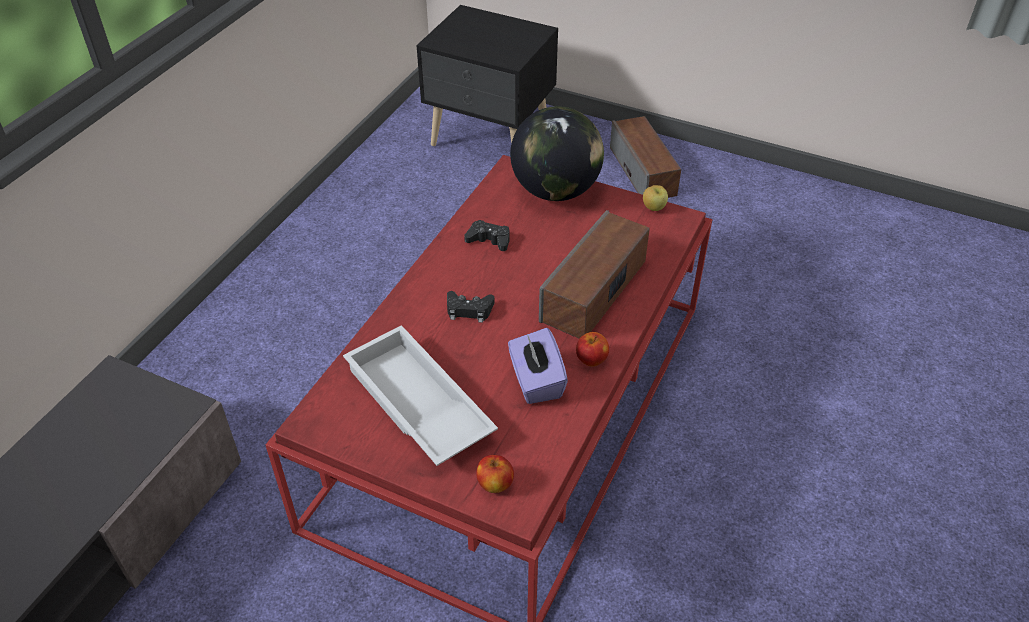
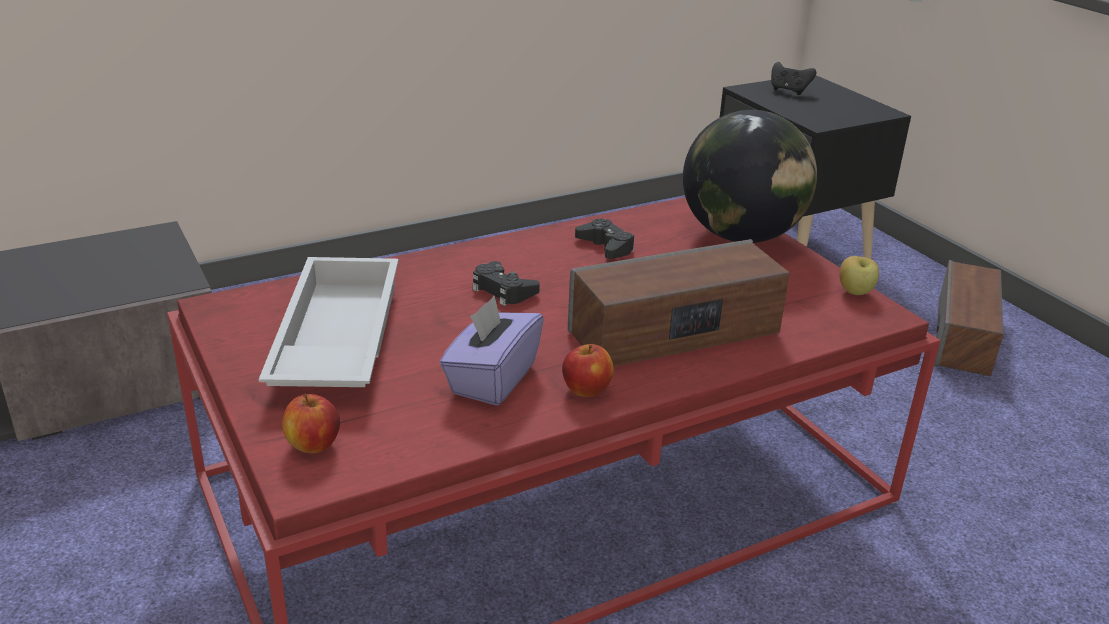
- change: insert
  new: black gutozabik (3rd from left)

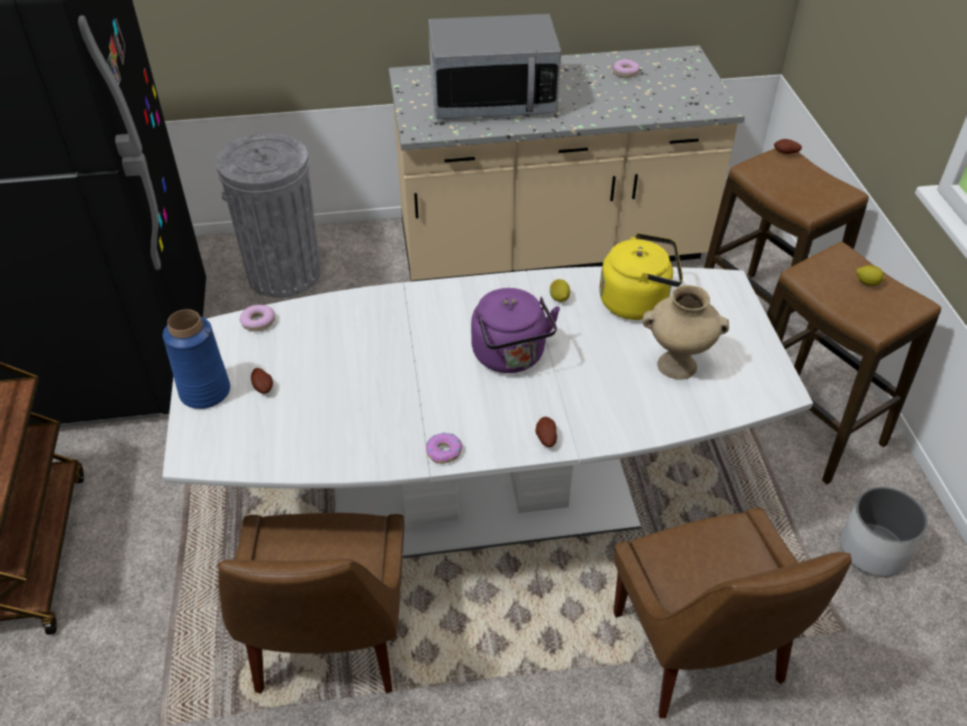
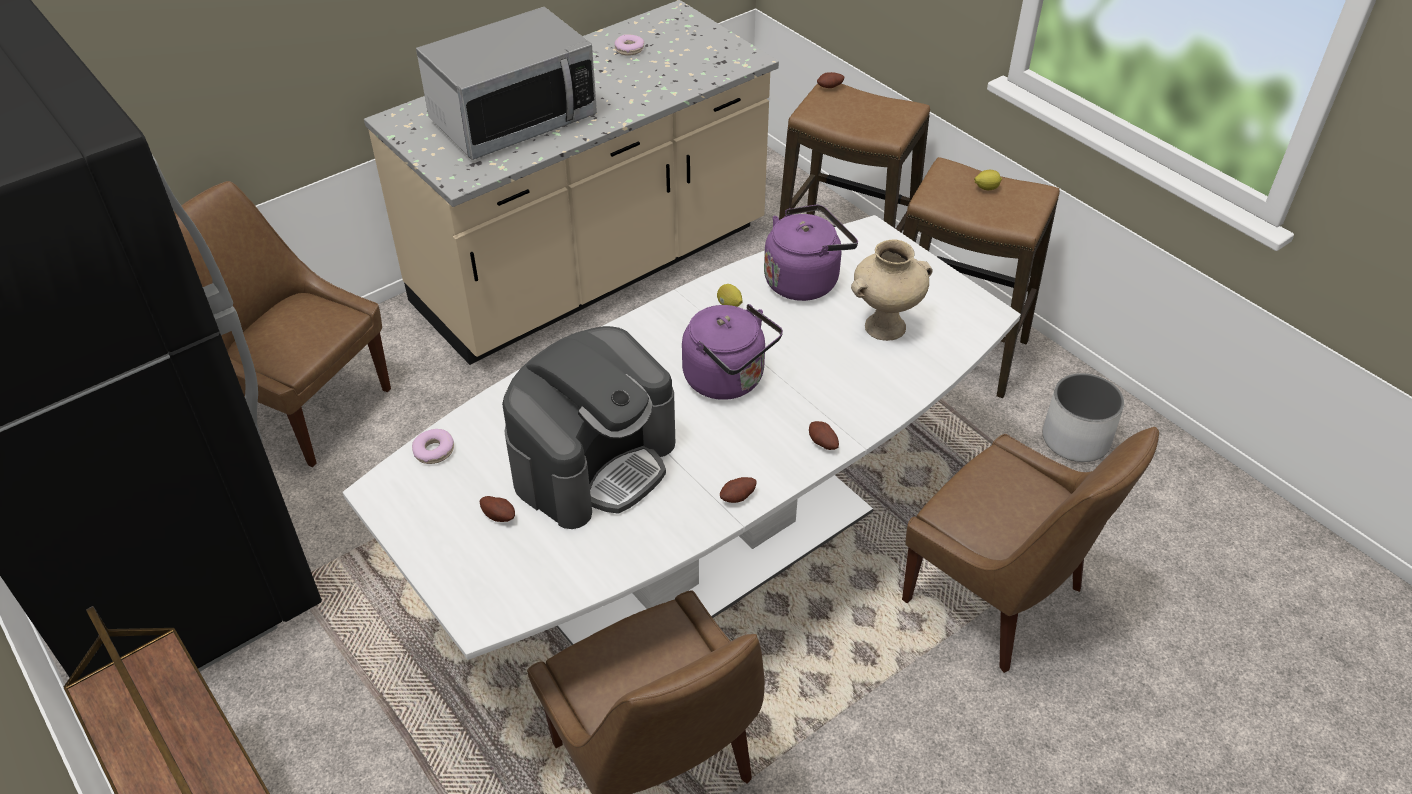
- change: replace
  old: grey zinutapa
  new: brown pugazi (1st from left)
- change: insert
  new: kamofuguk
- change: replace
  old: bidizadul (2nd from left)
  new: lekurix (2nd from left)
- change: recolor
  old: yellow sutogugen
  new: purple sutogugen (2nd from left)
- change: delete
  old: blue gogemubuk

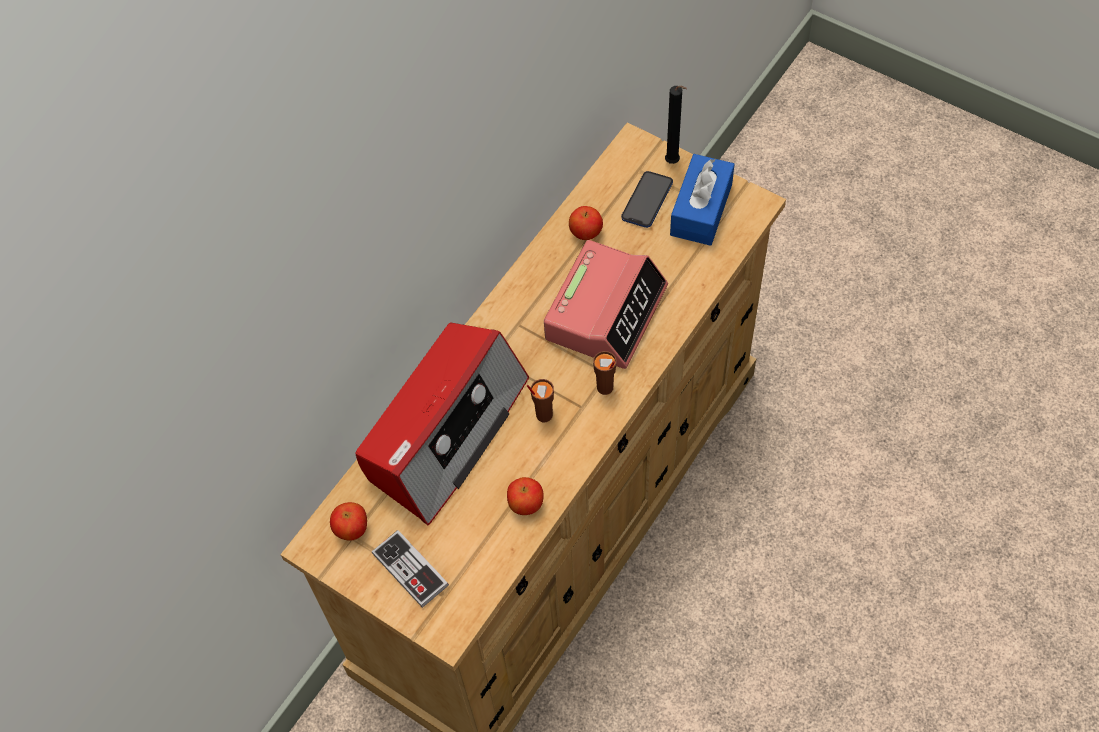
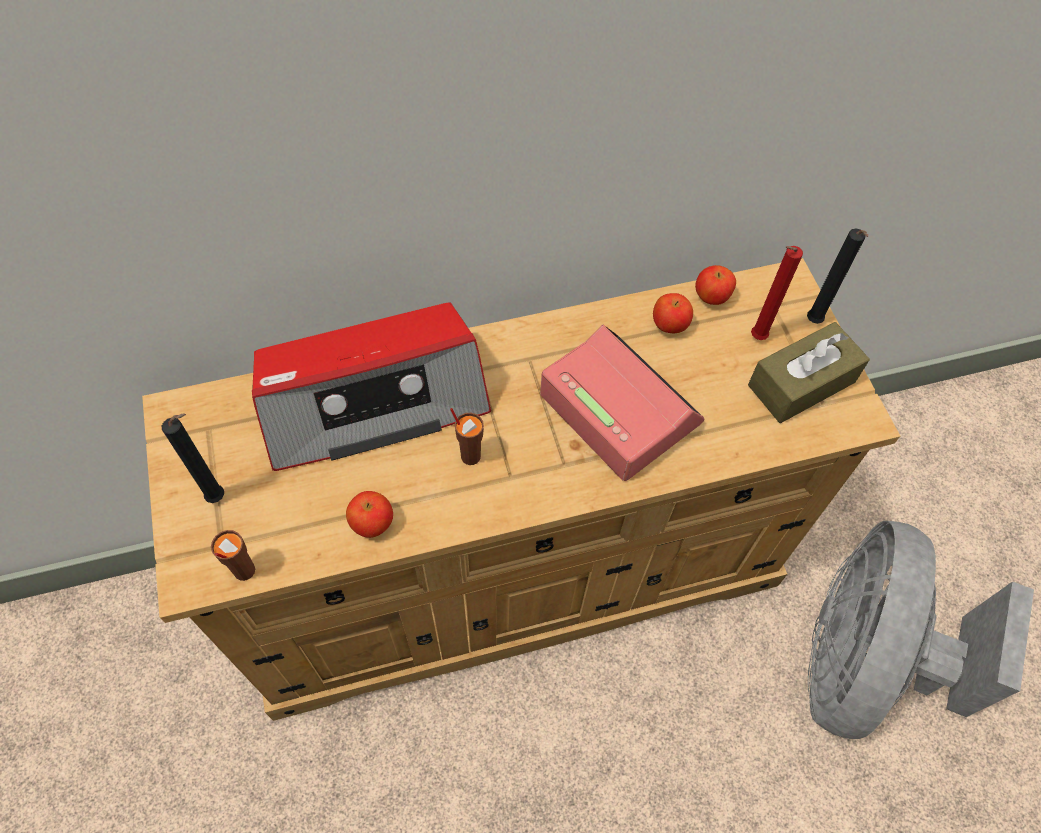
- change: replace
  old: gutozabik
  new: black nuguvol (1st from left)
- change: move
  old: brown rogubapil (2nd from left in the first image)
  new: brown rogubapil (1st from left)
- change: rotate
  old: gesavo
  degrees: -105
- change: move
  old: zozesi (1st from left in the first image)
  new: zozesi (3rd from left)
- change: recolor
  old: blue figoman
  new: brown figoman
- change: replace
  old: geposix
  new: red nuguvol
- change: insert
  new: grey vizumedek

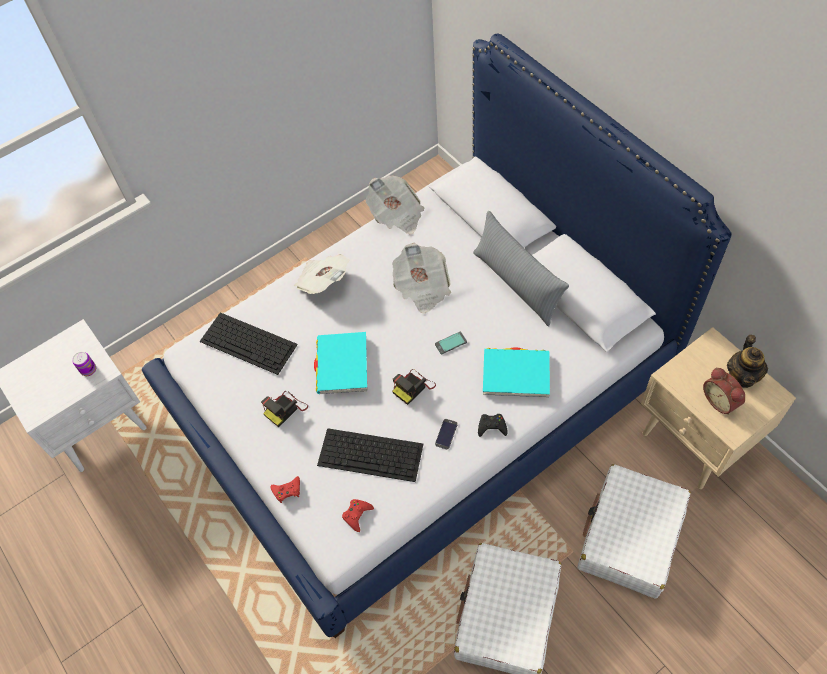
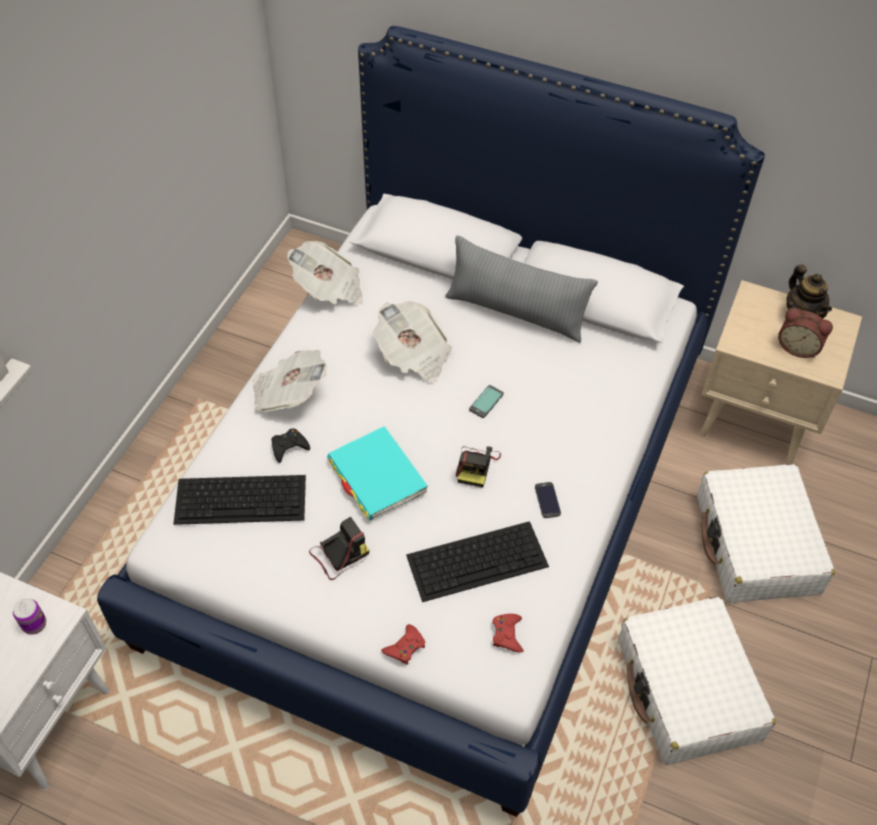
- change: move
  old: black gutozabik
- change: rotate
  old: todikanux (1st from left)
  degrees: -135
- change: delete
  old: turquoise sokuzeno (2nd from left)

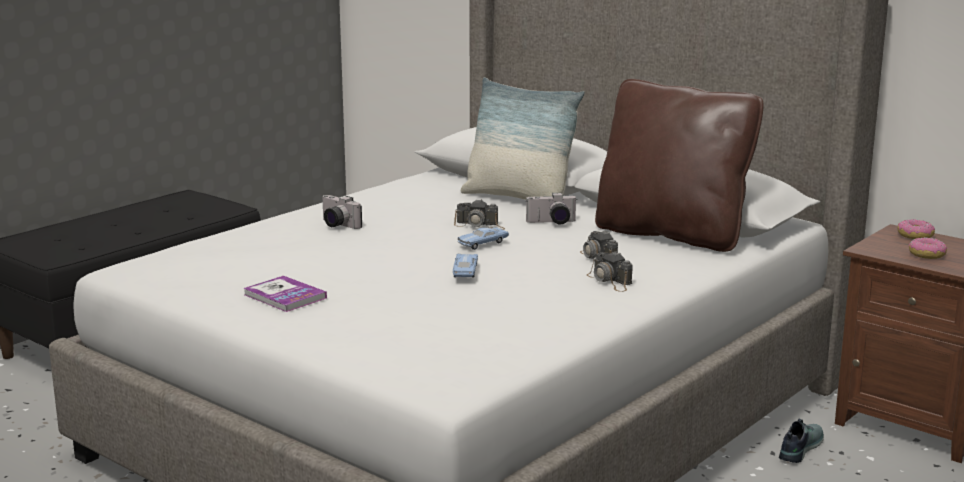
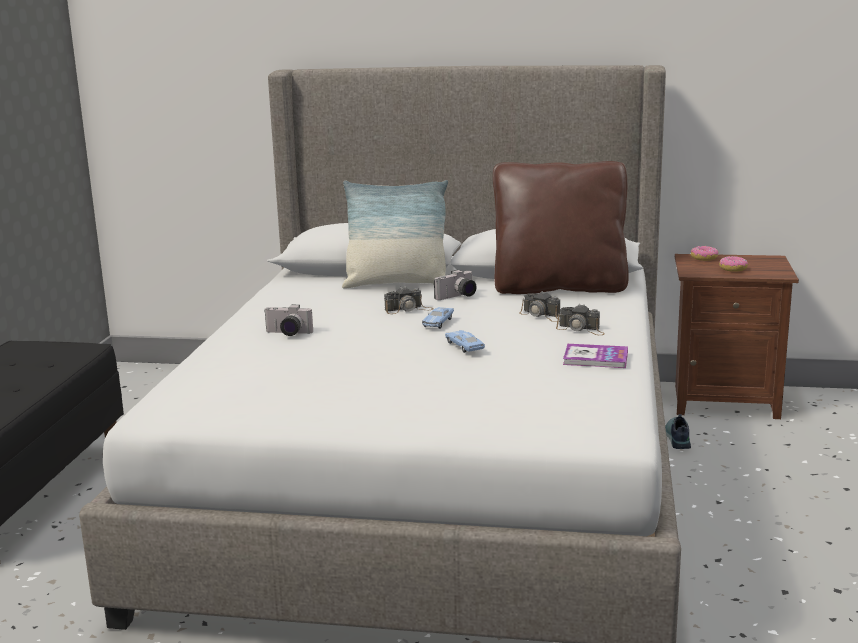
- change: move
  old: sokuzeno

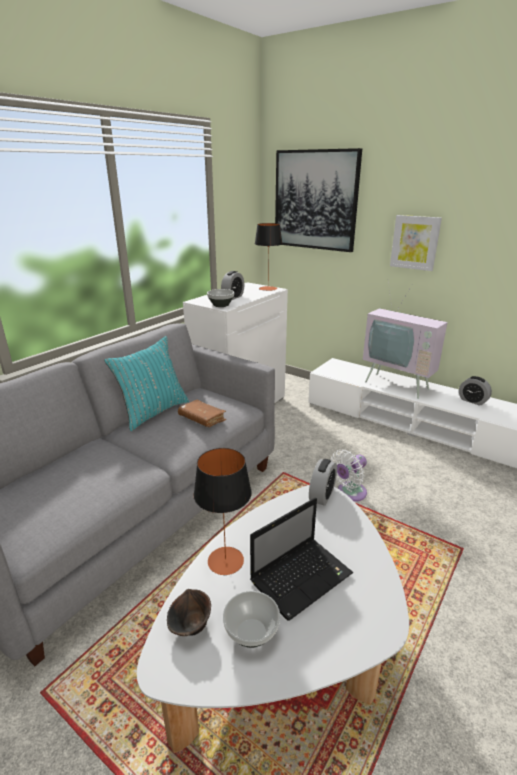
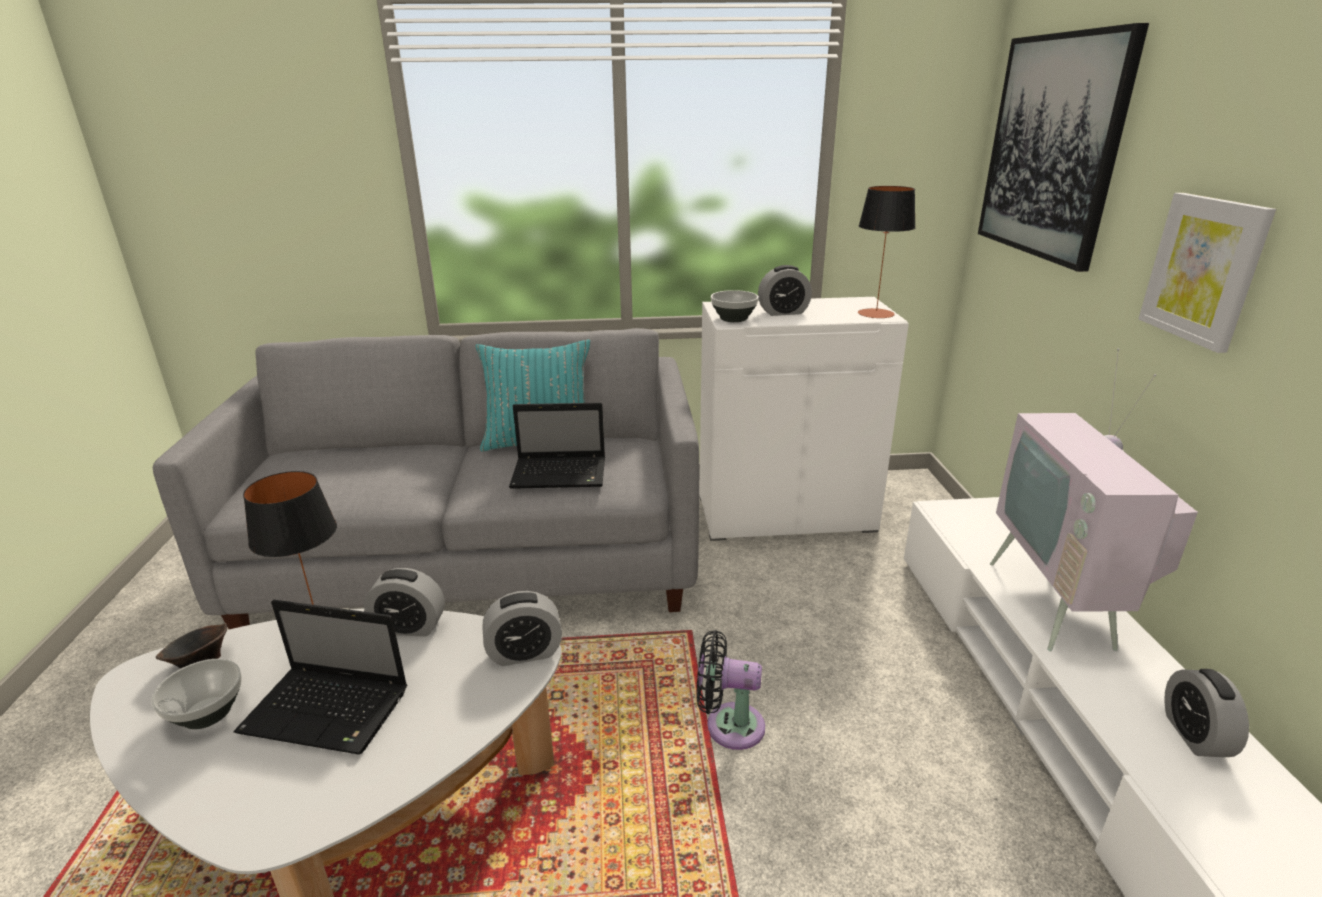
- change: insert
  new: gesavo (1st from left)
- change: replace
  old: brown sokuzeno
  new: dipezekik (2nd from left)
- change: recolor
  old: white vizumedek
  new: black vizumedek

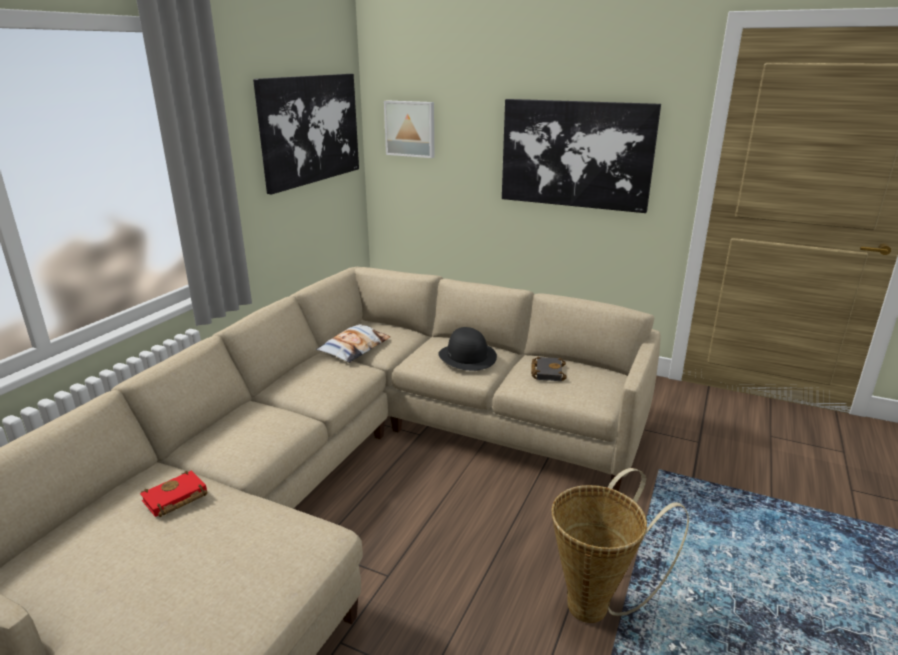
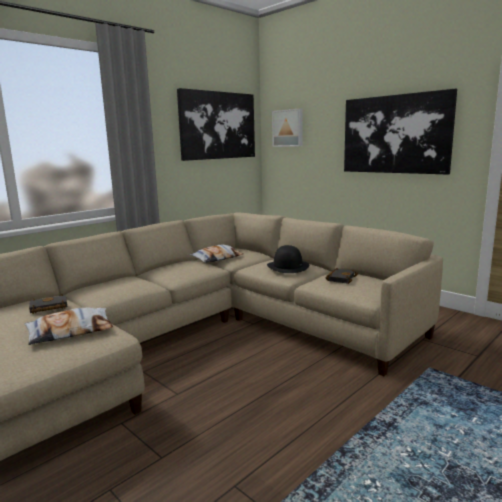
- change: insert
  new: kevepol (1st from left)
- change: recolor
  old: red sokuzeno
  new: black sokuzeno (1st from left)
- change: delete
  old: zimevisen

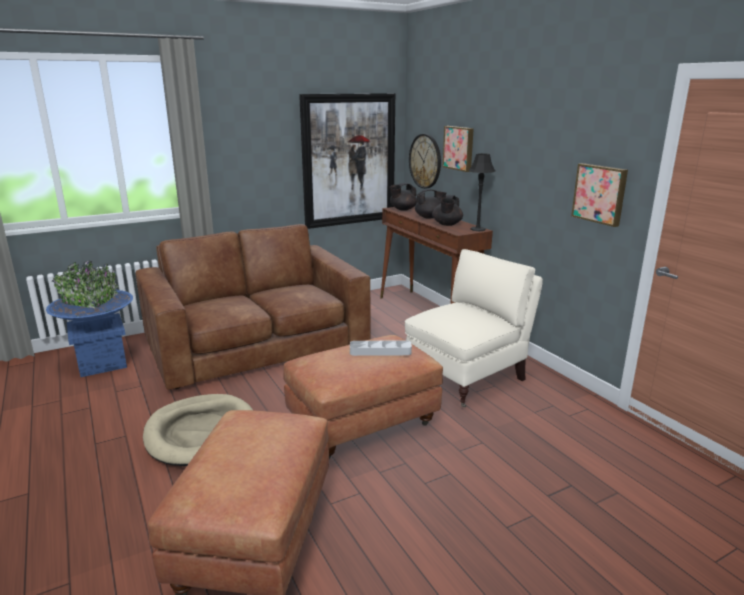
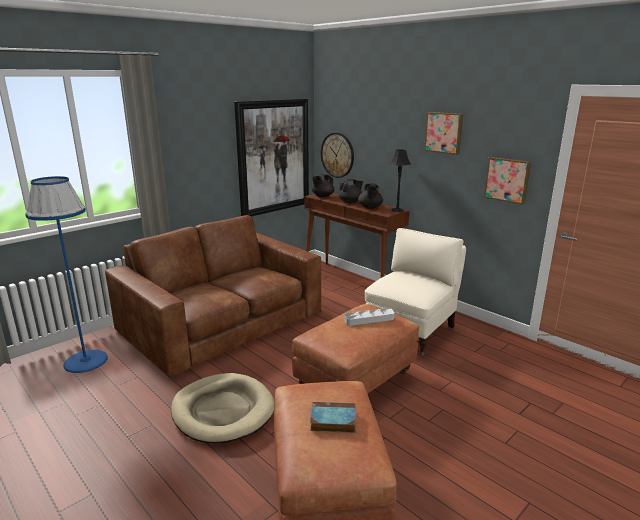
- change: replace
  old: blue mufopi
  new: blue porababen
- change: insert
  new: sokuzeno
- change: move
  old: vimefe (2nd from left)

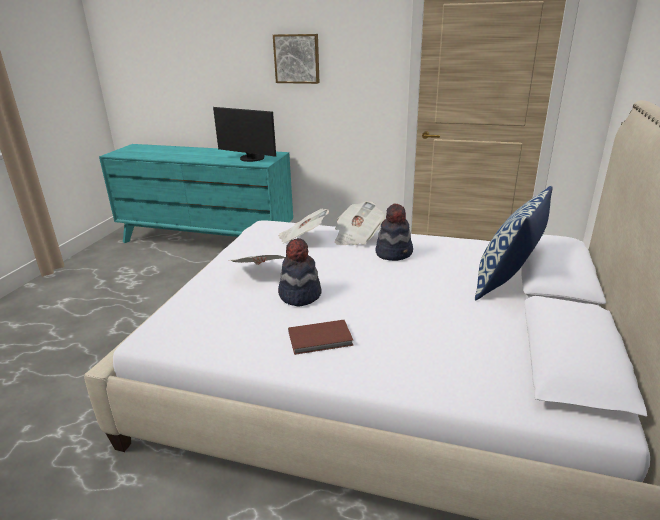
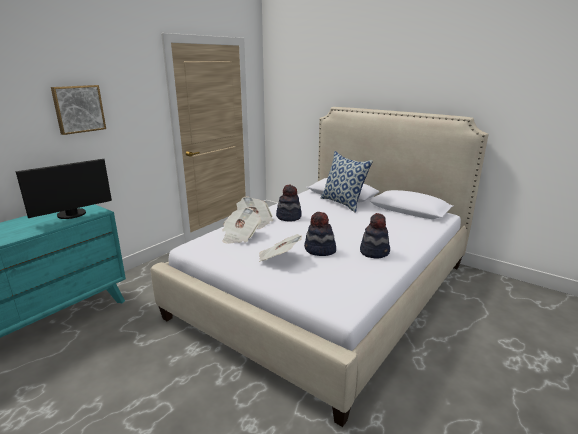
- change: replace
  old: brown sokuzeno
  new: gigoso (3rd from left)

